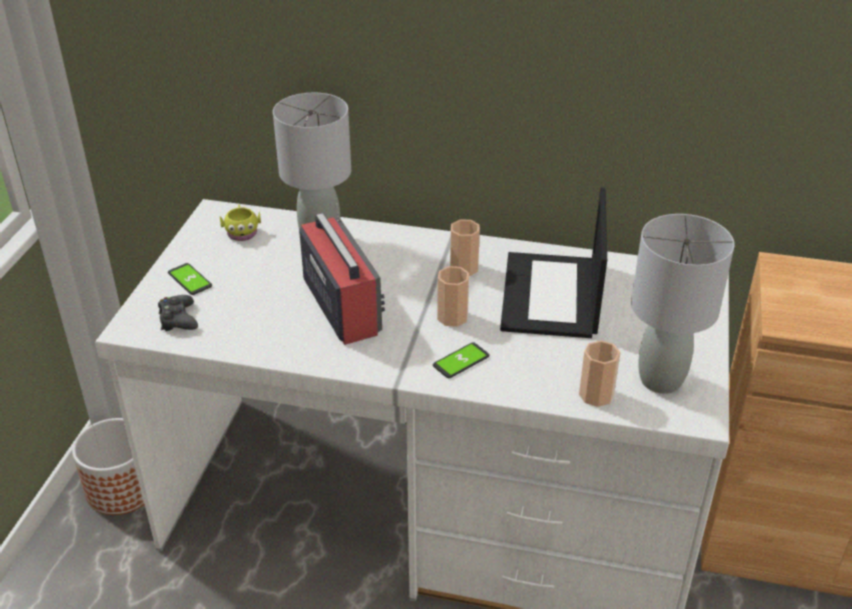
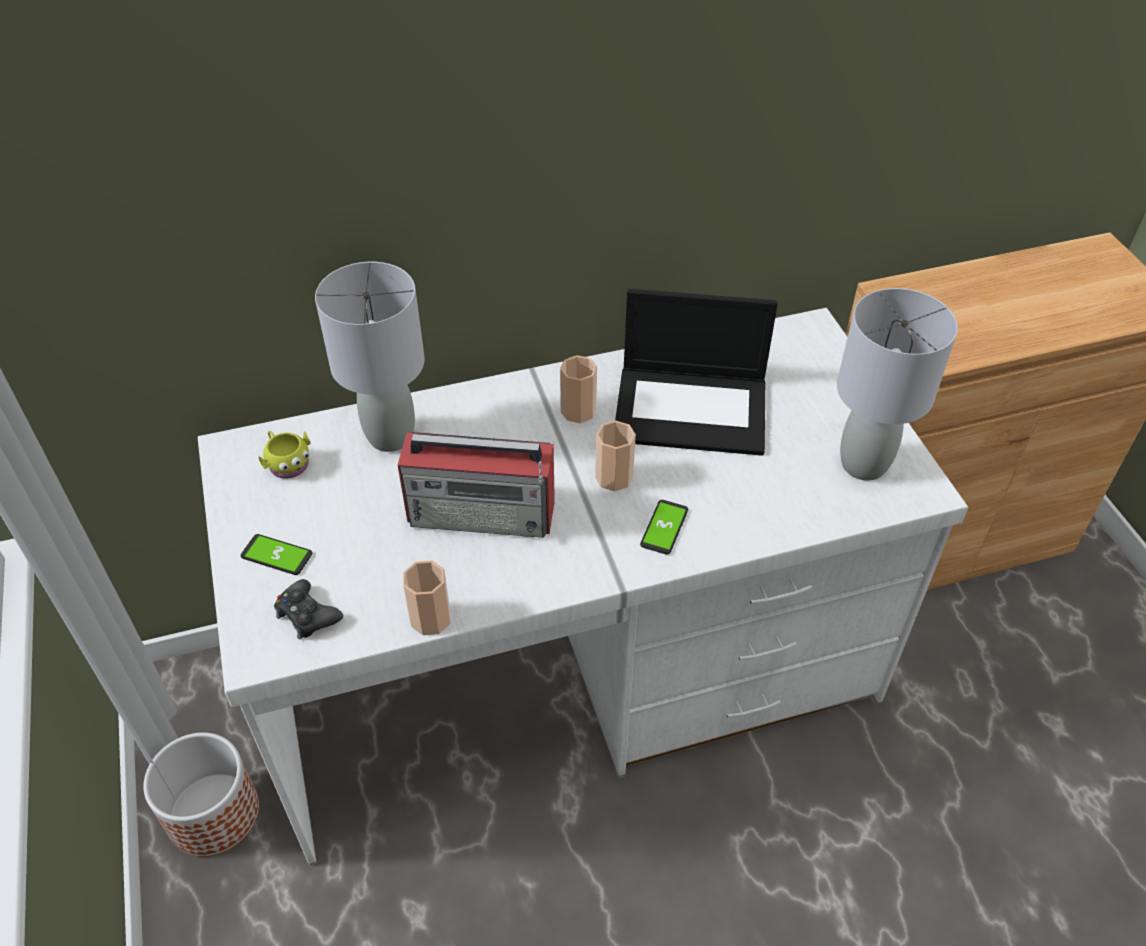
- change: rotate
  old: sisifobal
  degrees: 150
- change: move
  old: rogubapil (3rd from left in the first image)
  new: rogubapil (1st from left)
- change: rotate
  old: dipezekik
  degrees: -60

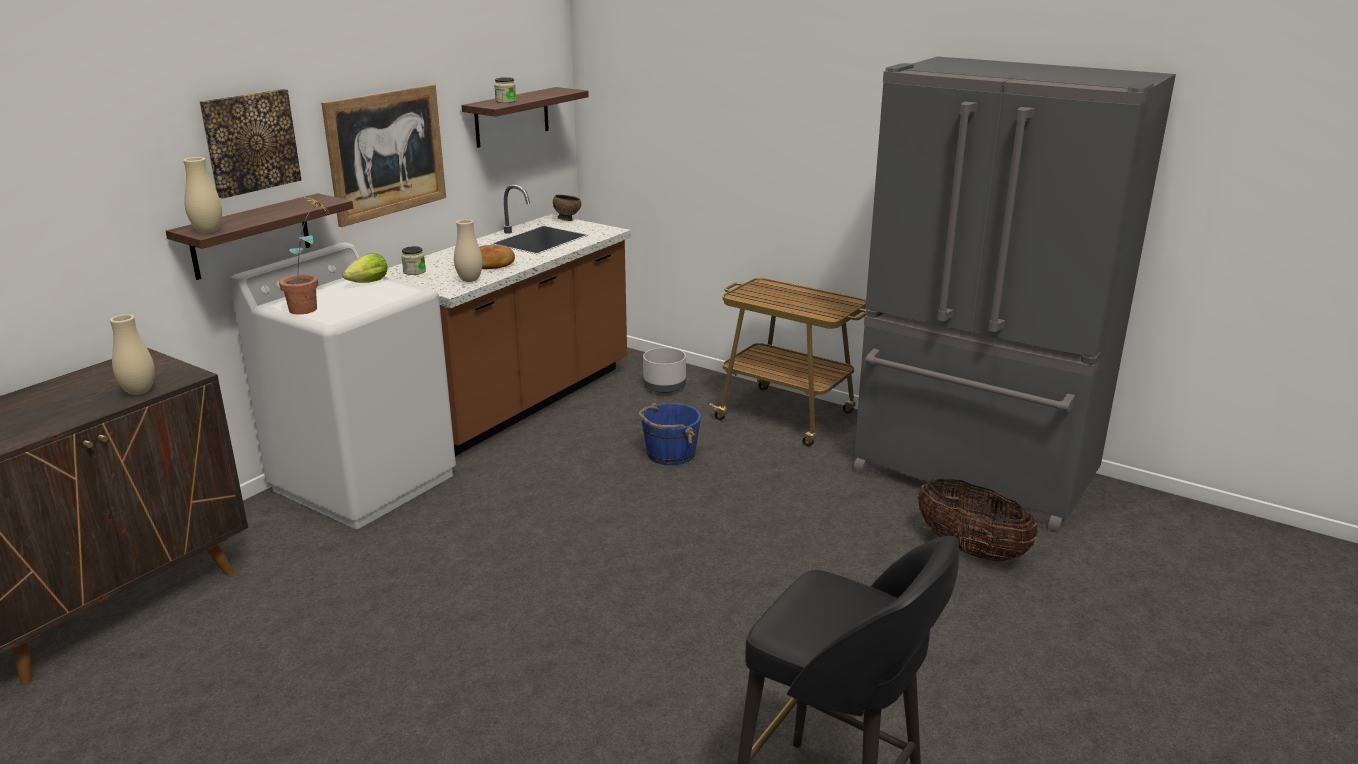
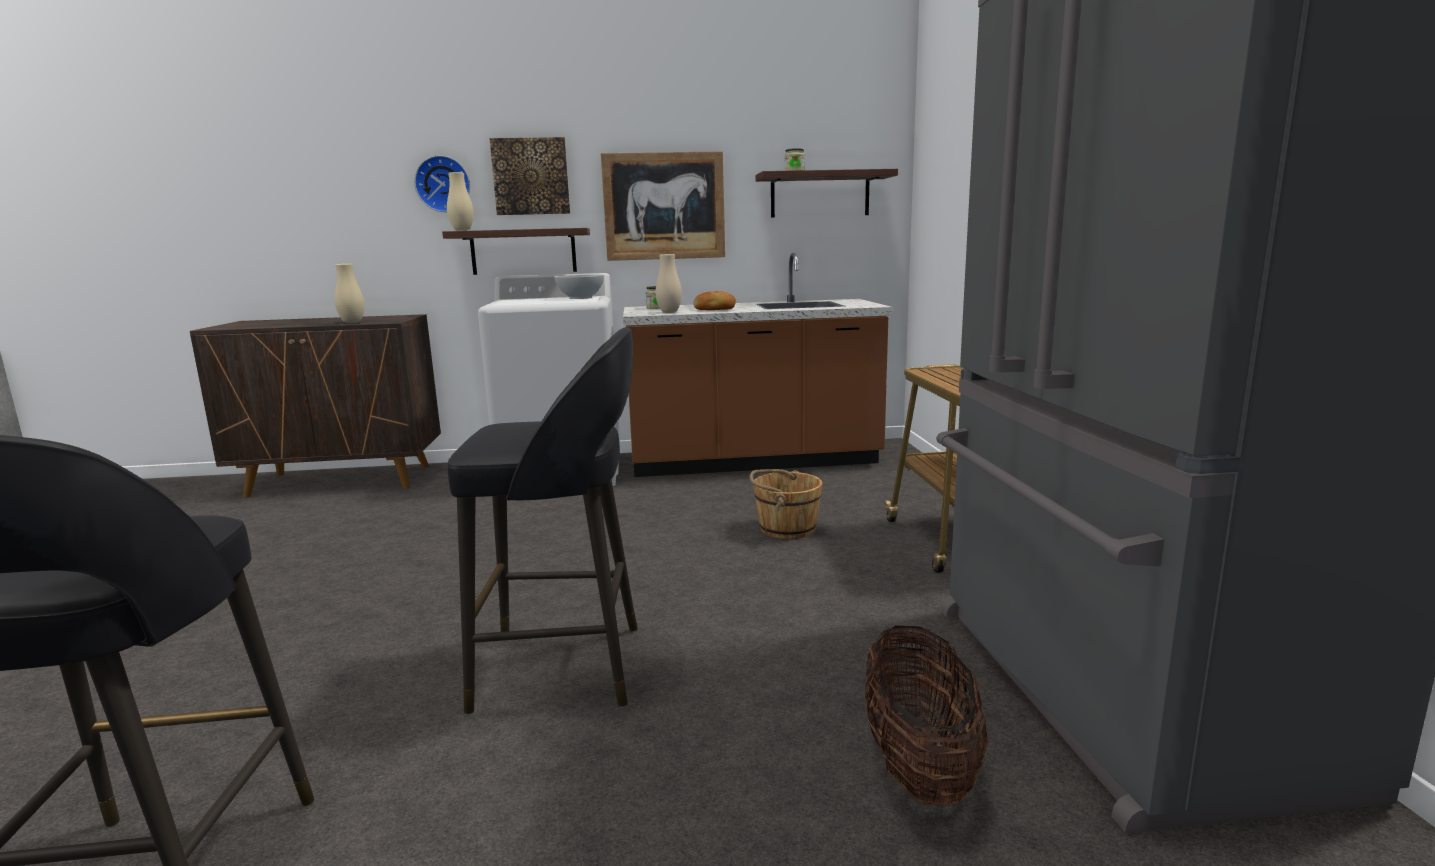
- change: insert
  new: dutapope
- change: insert
  new: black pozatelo (2nd from left)
- change: replace
  old: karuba
  new: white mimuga
- change: recolor
  old: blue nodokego
  new: brown nodokego
- change: delete
  old: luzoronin
- change: delete
  old: brown mimuga
- change: delete
  old: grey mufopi

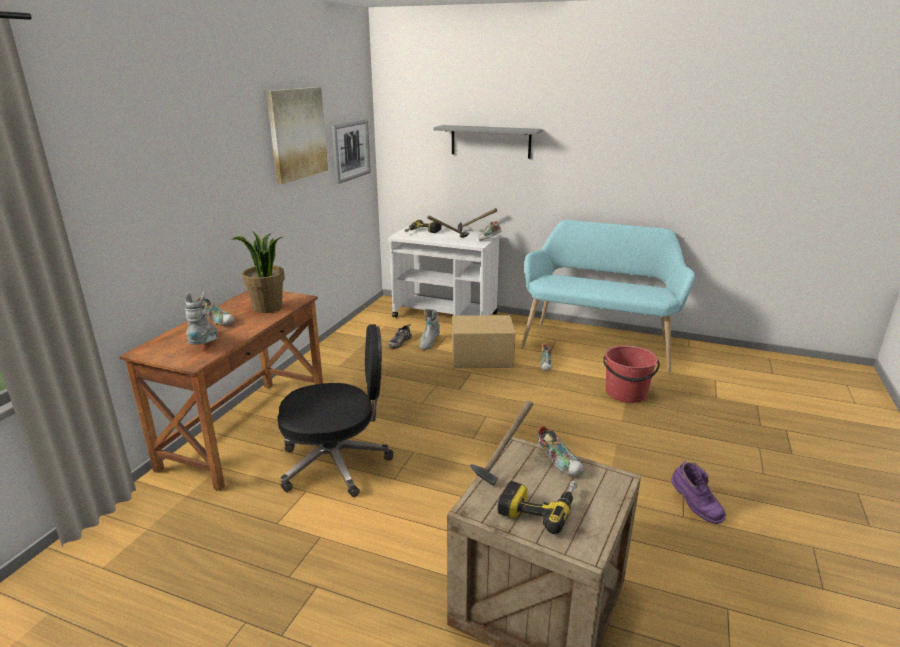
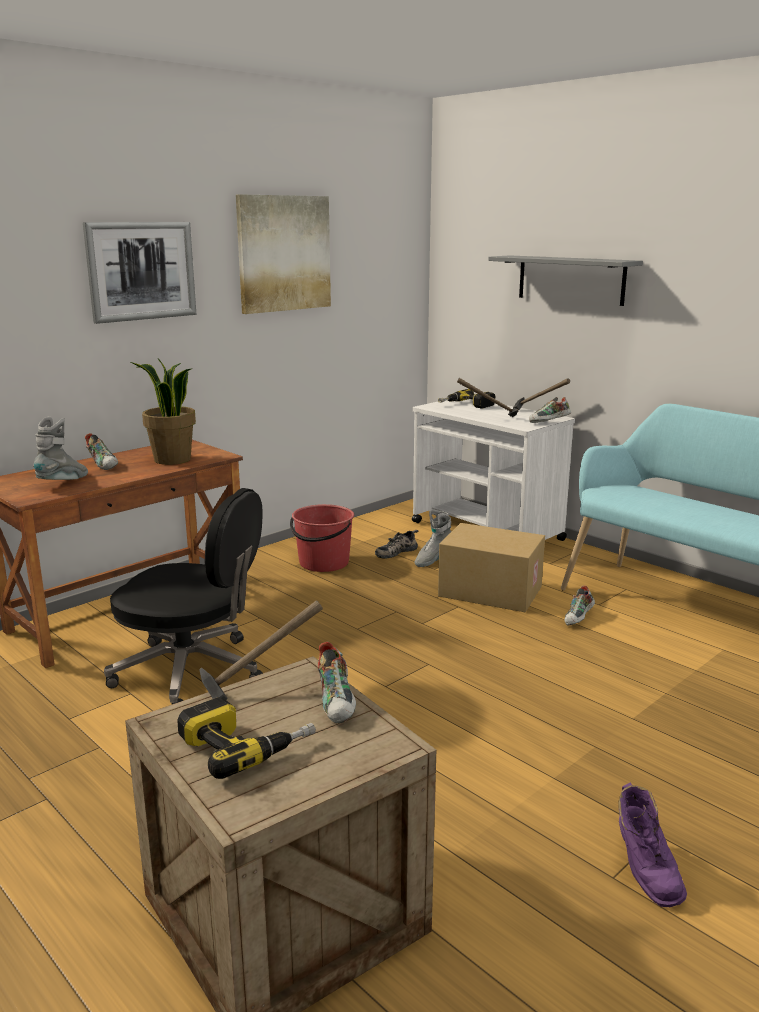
- change: move
  old: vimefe (2nd from left in the first image)
  new: vimefe (1st from left)
- change: move
  old: red nodokego

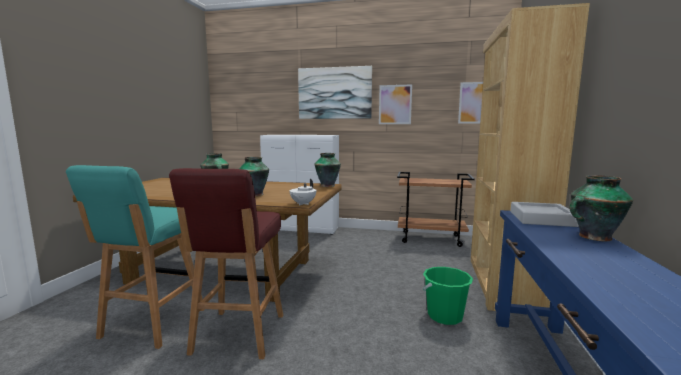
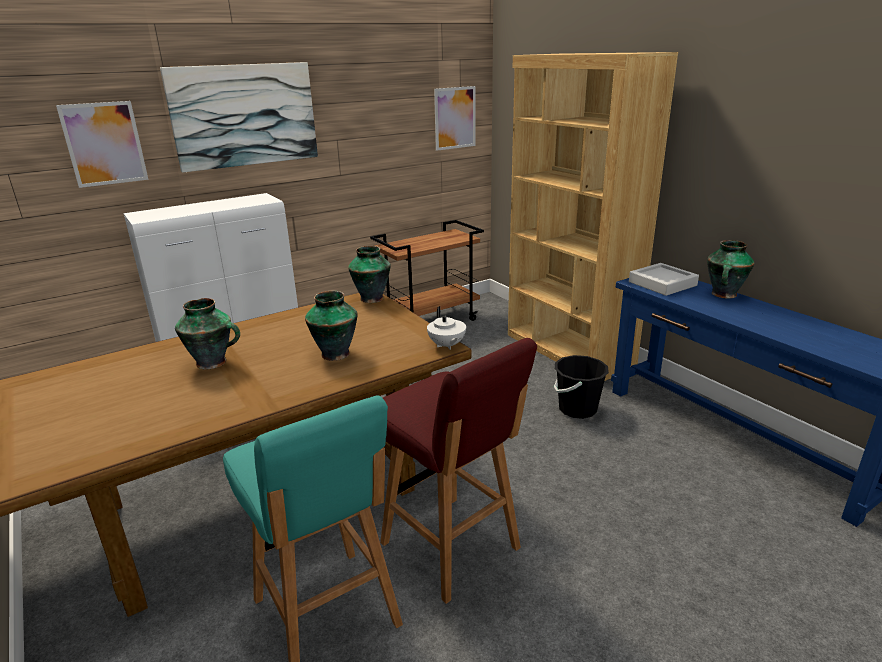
- change: move
  old: vimefe (2nd from left in the first image)
  new: vimefe (1st from left)
- change: recolor
  old: green nodokego
  new: black nodokego

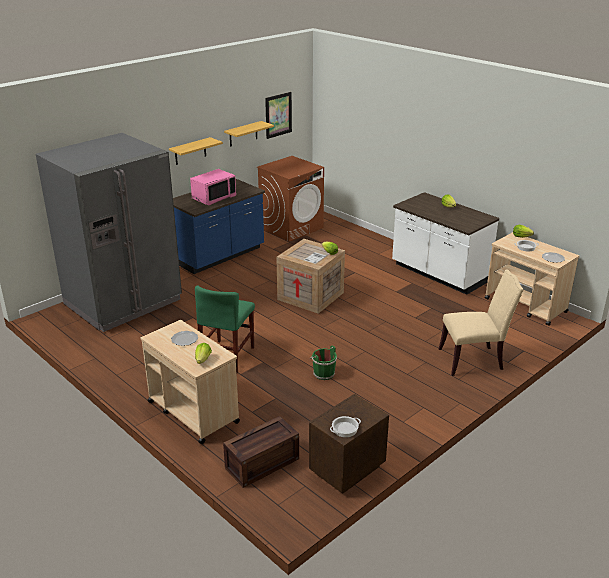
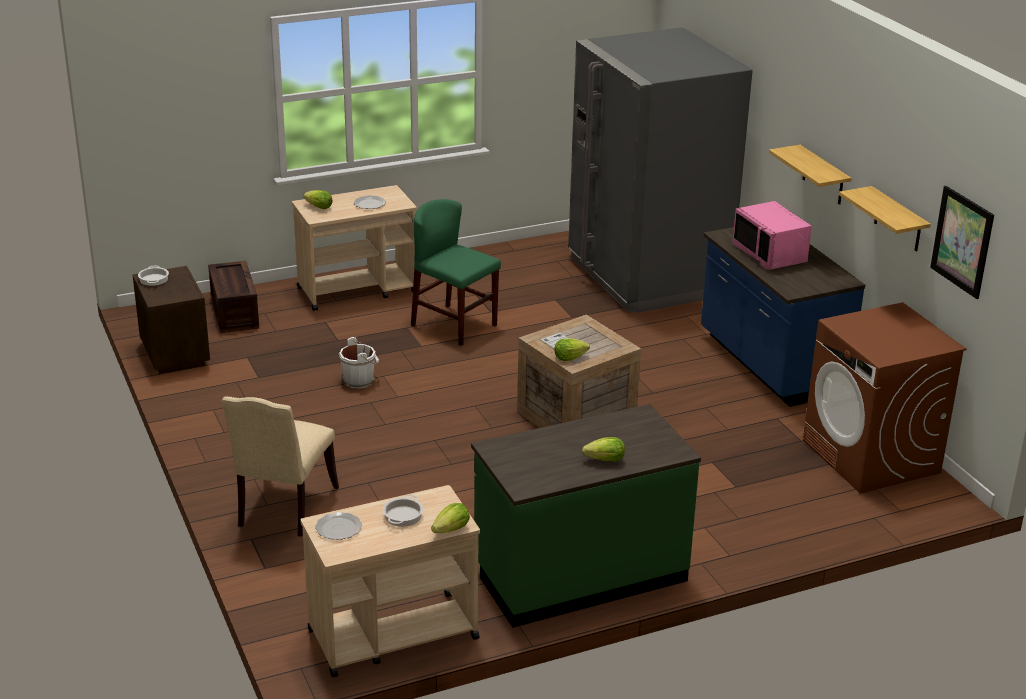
- change: recolor
  old: green nodokego
  new: white nodokego
- change: recolor
  old: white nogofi
  new: green nogofi

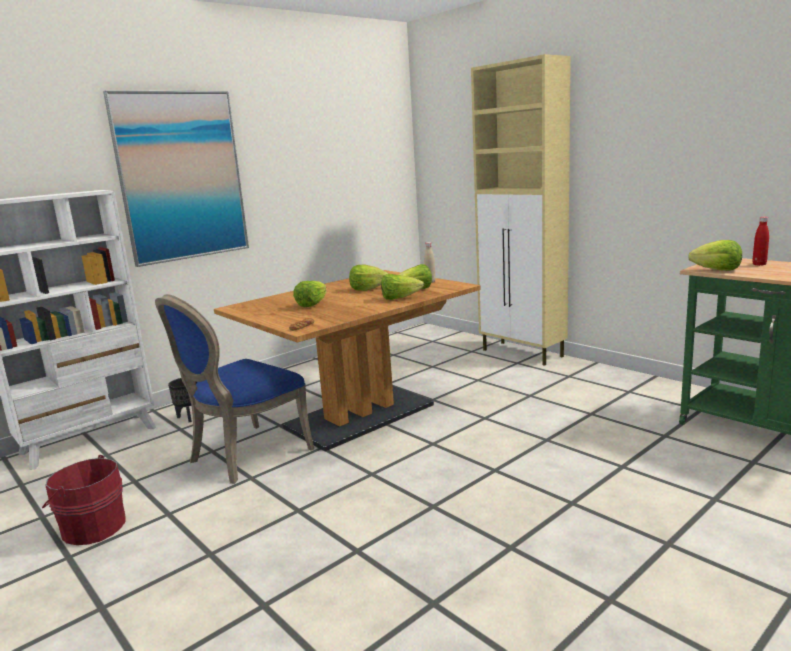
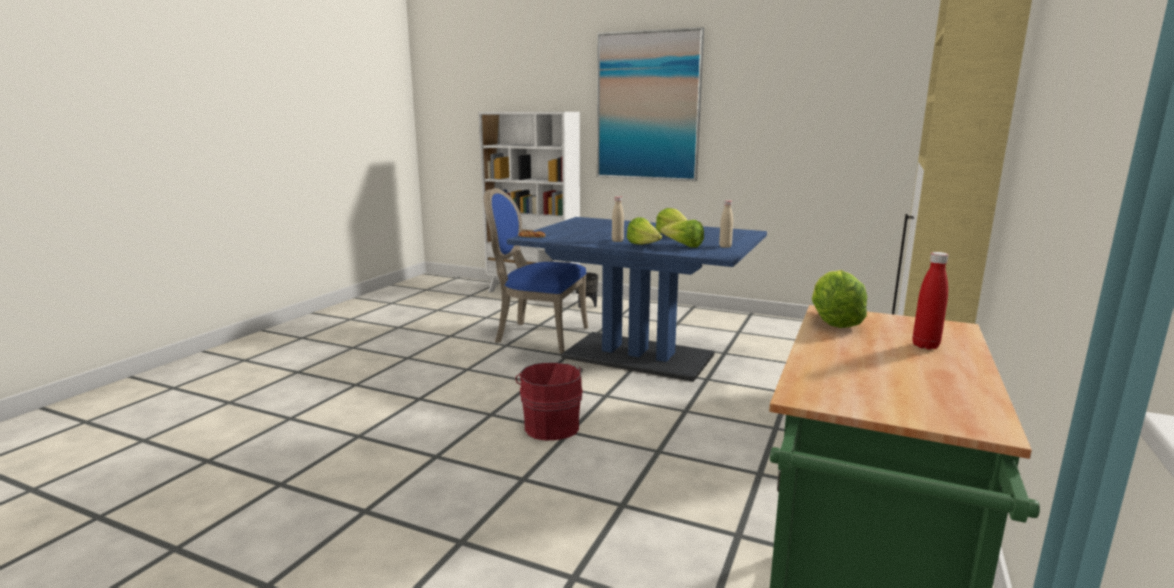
- change: recolor
  old: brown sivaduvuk
  new: blue sivaduvuk
- change: move
  old: red nodokego
- change: insert
  new: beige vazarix (1st from left)
- change: delete
  old: karuba (1st from left)

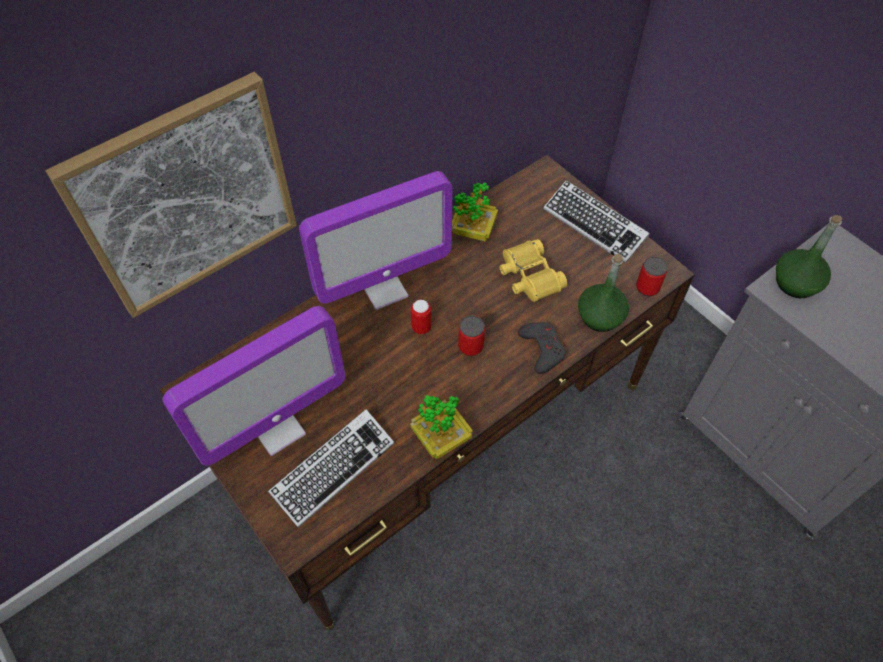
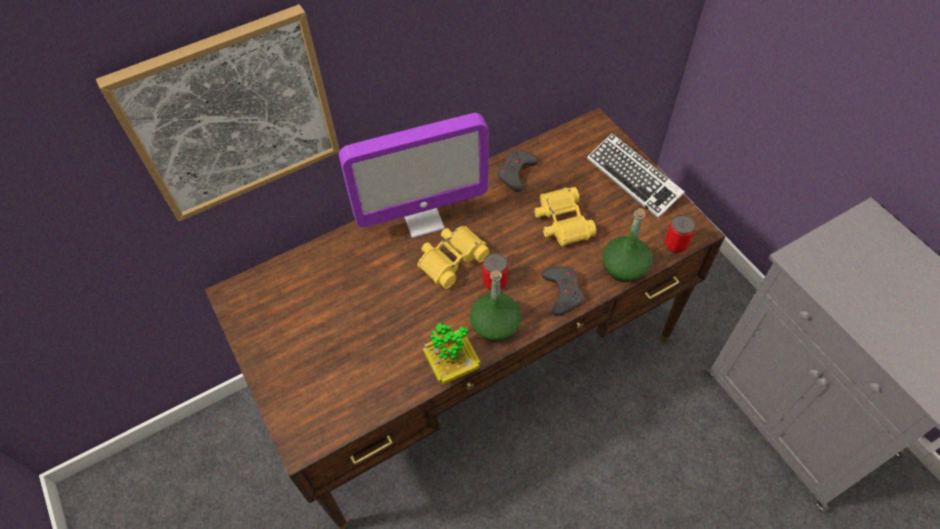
- change: replace
  old: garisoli (1st from left)
  new: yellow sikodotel (1st from left)
- change: move
  old: green vazarix (2nd from left in the first image)
  new: green vazarix (1st from left)
- change: replace
  old: luzoronin (2nd from left)
  new: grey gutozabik (1st from left)
- change: delete
  old: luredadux (1st from left)
- change: delete
  old: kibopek (1st from left)

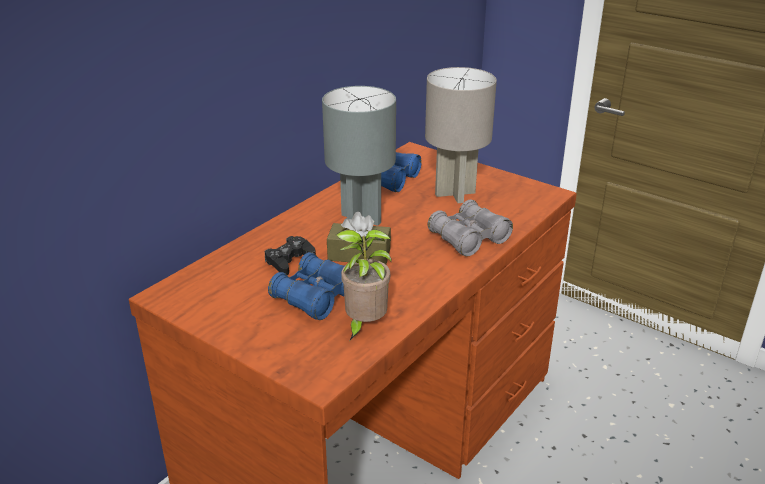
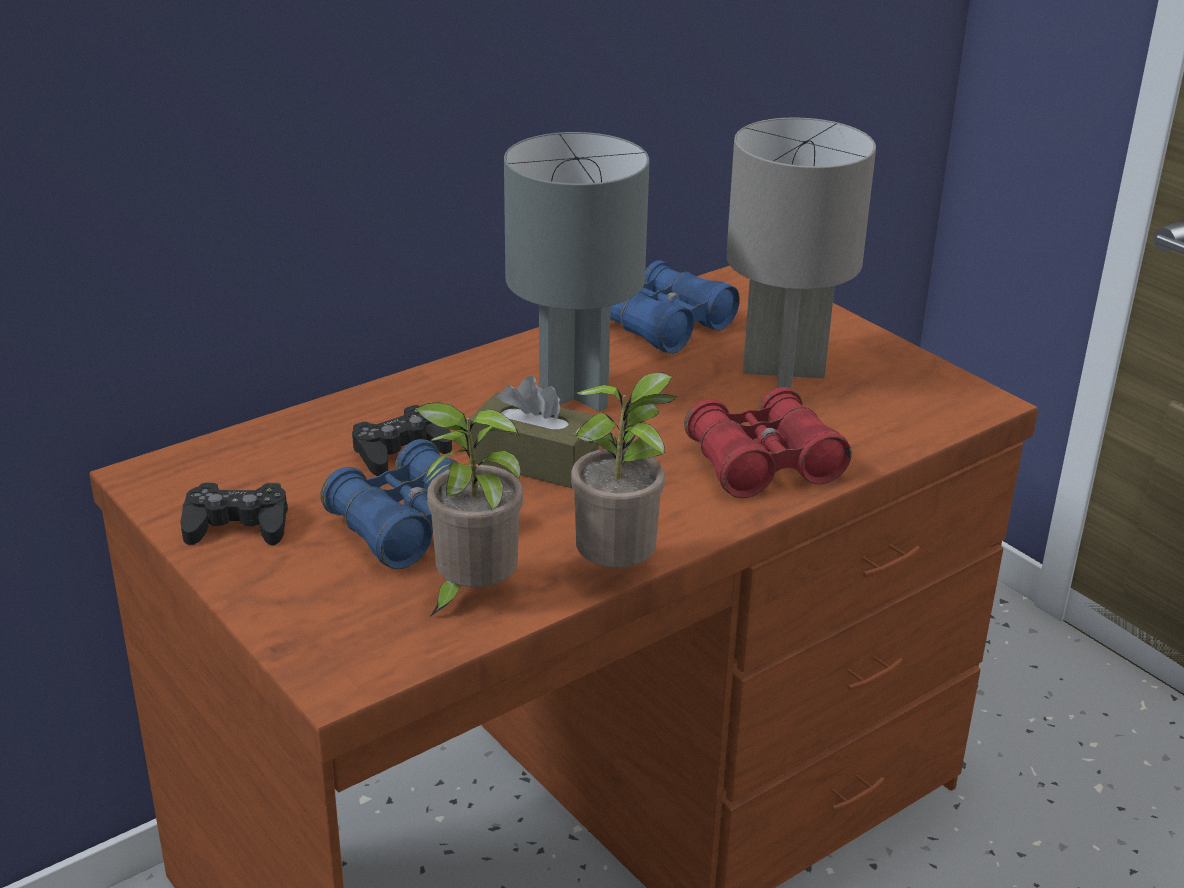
- change: insert
  new: black gutozabik (1st from left)
- change: insert
  new: luzoronin (2nd from left)
- change: recolor
  old: grey sikodotel
  new: red sikodotel

